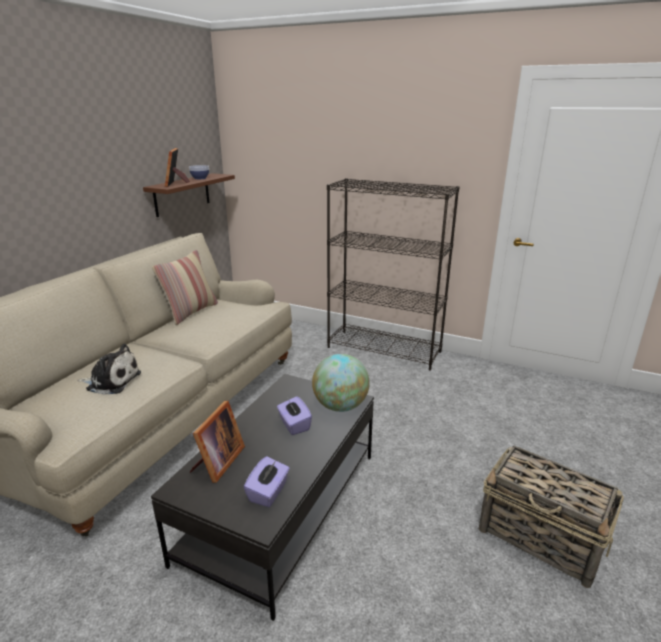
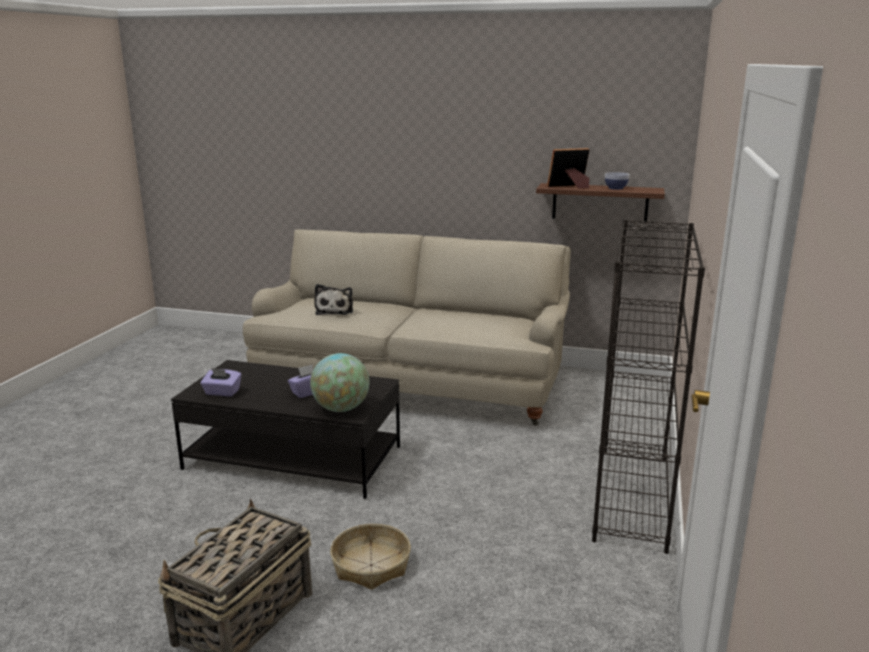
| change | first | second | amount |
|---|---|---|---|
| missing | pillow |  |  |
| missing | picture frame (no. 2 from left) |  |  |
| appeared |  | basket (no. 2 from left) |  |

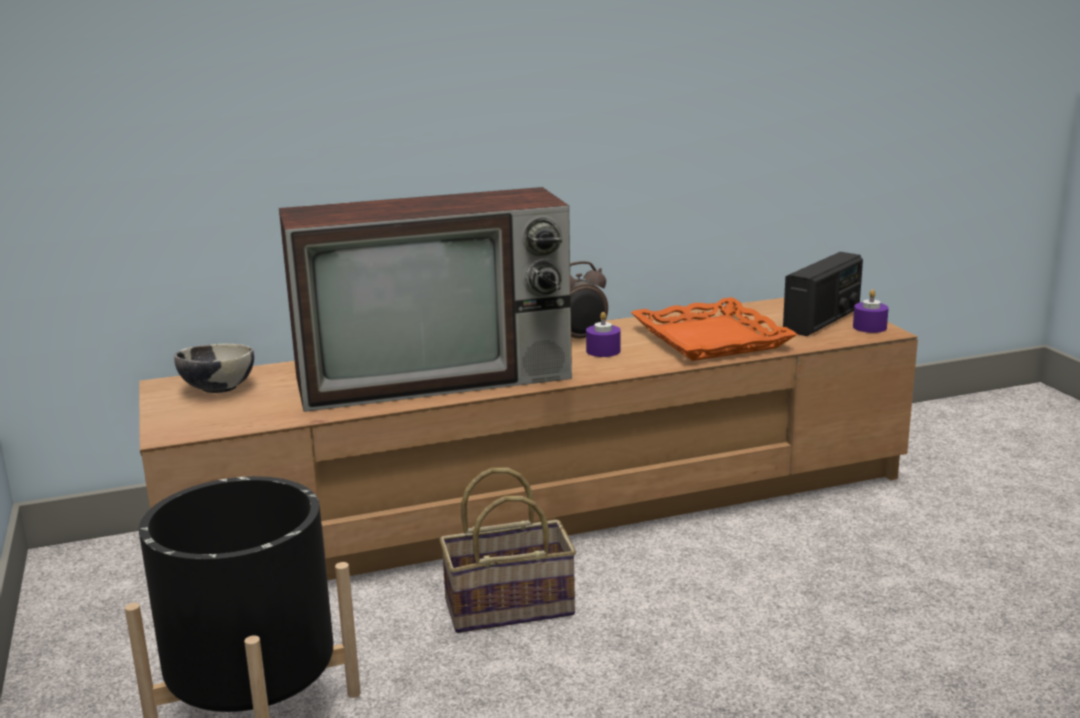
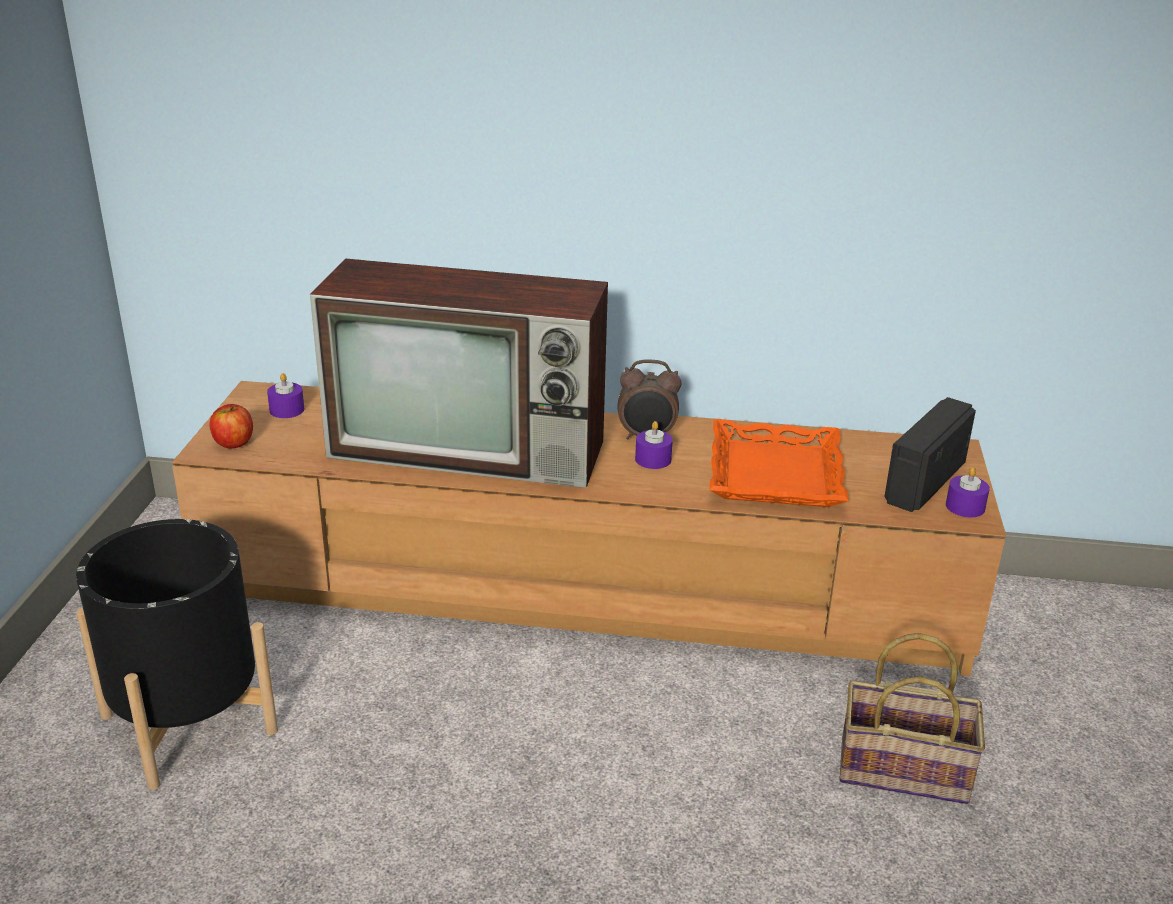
| change | first | second | amount |
|---|---|---|---|
| spun | radio |  | 150 degrees clockwise |
| exchanged | bowl | candle/purple (no. 1 from left) |  |
| relocated | basket |  |  |
| appeared |  | apple |  |

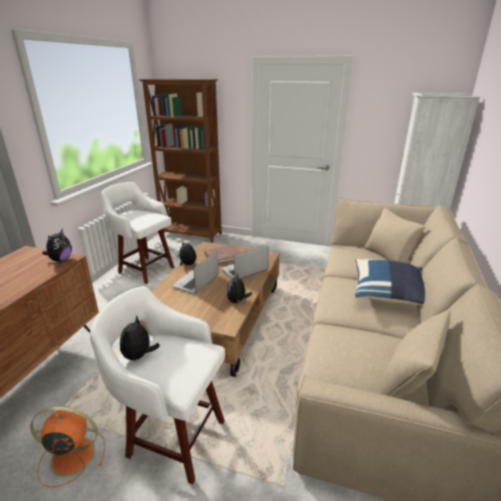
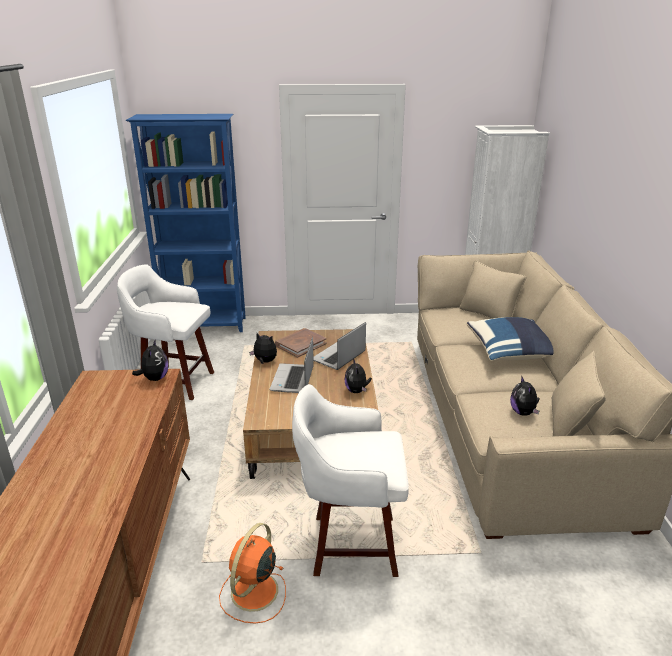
| change | first | second | amount |
|---|---|---|---|
| colour | bookcase/brown | bookcase/blue |  |
| relocated | plush toy (no. 2 from left in the first image) | plush toy (no. 4 from left) |  |
| spun | fan/orange |  | 45 degrees counterclockwise |

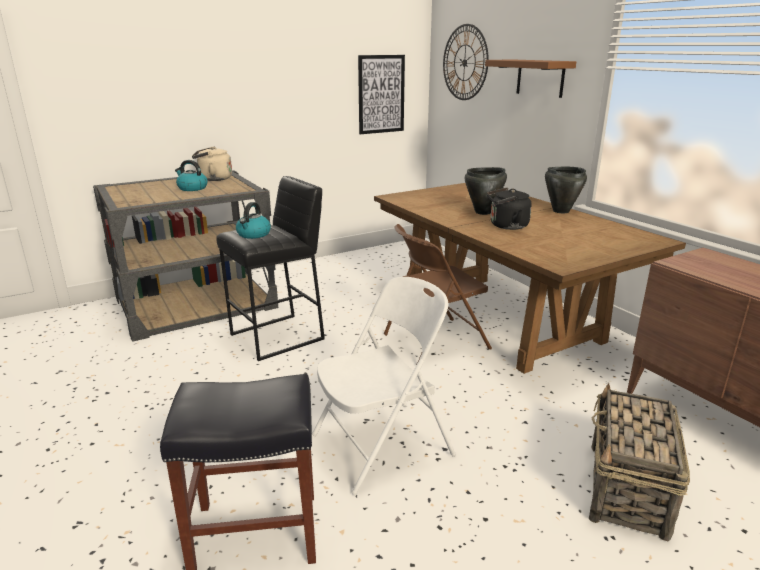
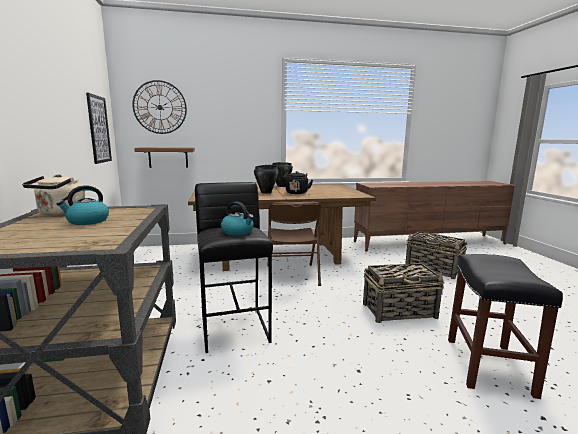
| change | first | second | amount |
|---|---|---|---|
| relocated | shelf/brown |  |  |
| exchanged | chair/white | basket (no. 1 from left) |  |

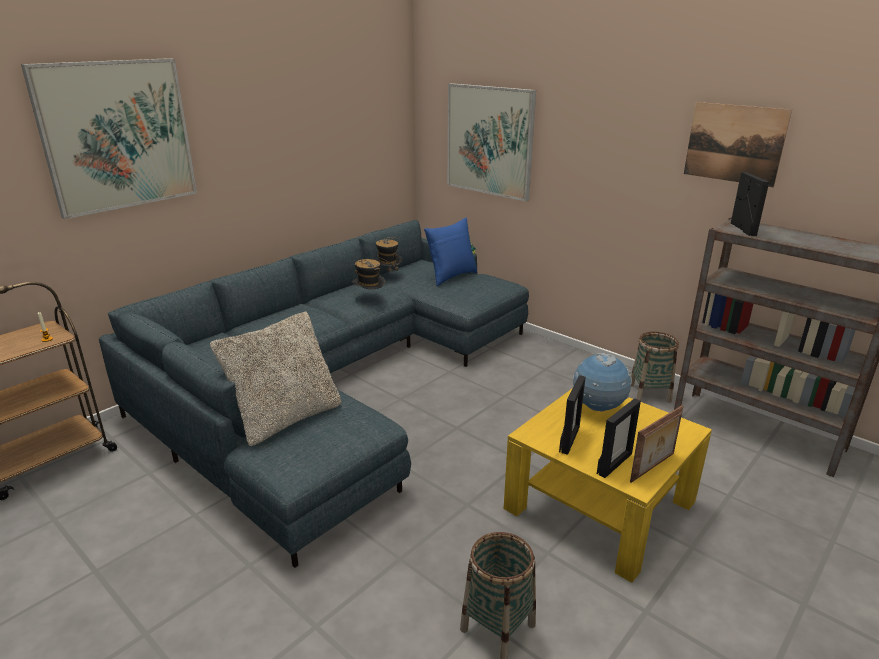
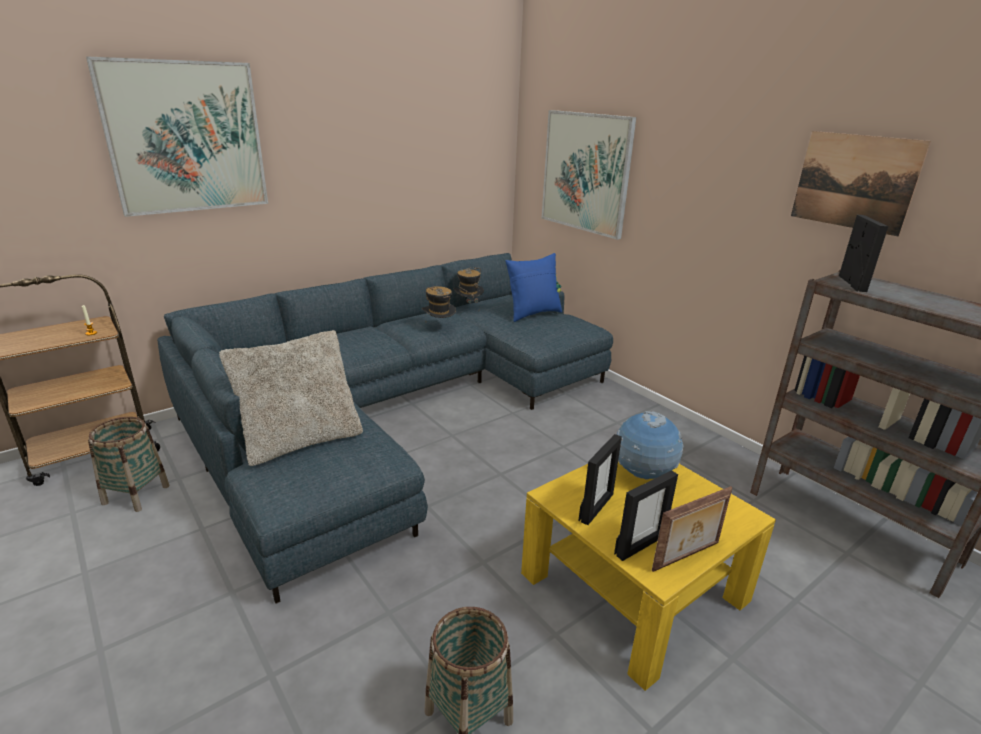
| change | first | second | amount |
|---|---|---|---|
| relocated | basket (no. 2 from left in the first image) | basket (no. 1 from left) |  |

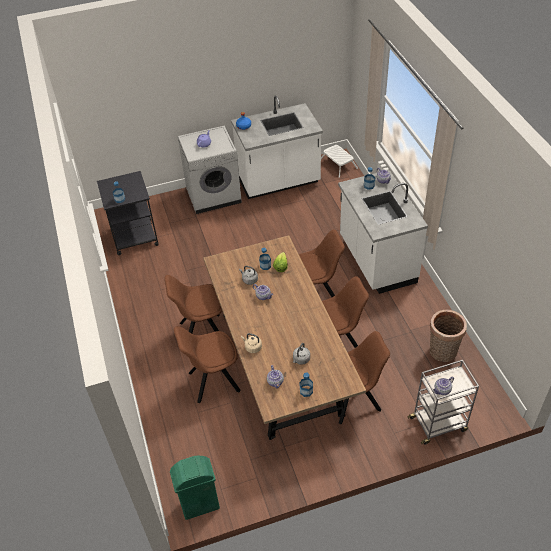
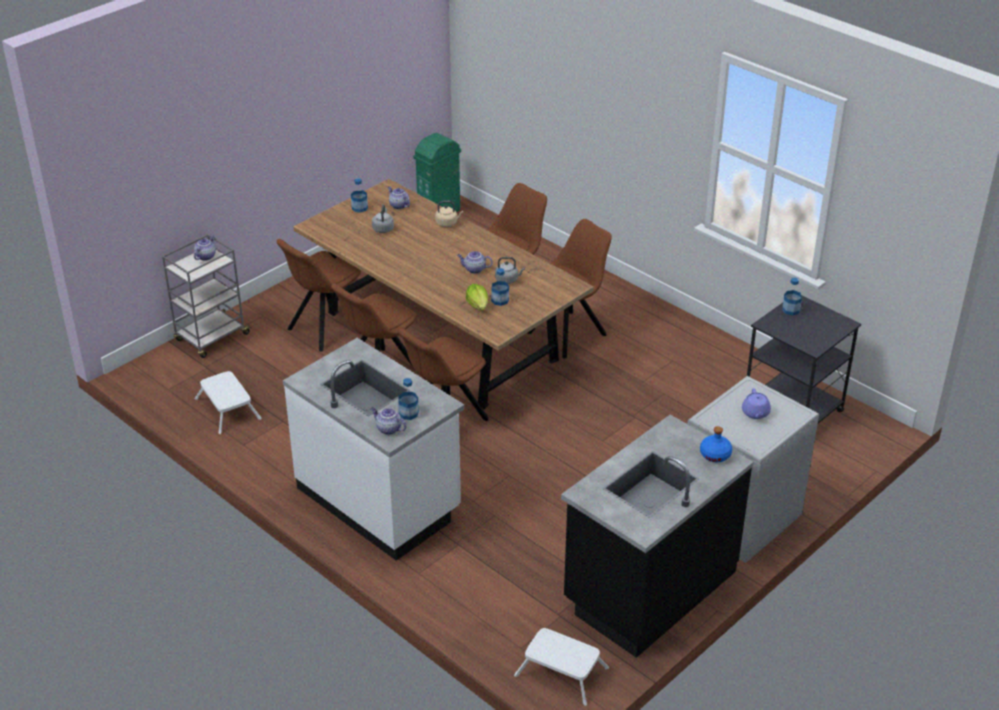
| change | first | second | amount |
|---|---|---|---|
| colour | counter/white (no. 1 from left) | counter/black |  |
| exchanged | basket | step ladder/white (no. 1 from left) |  |

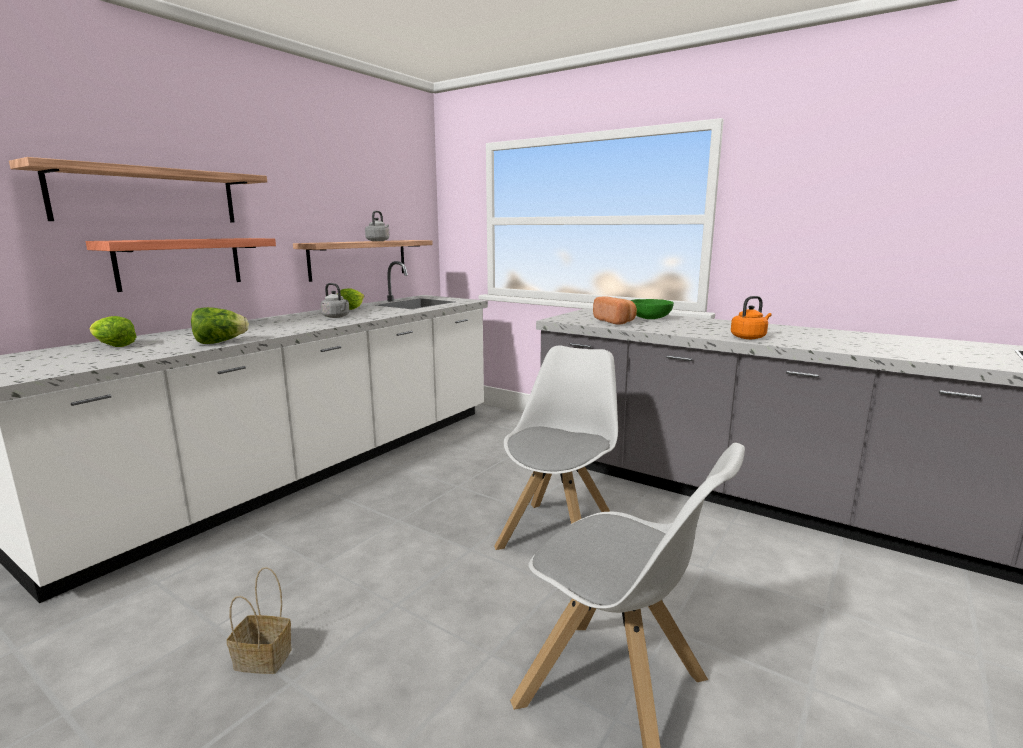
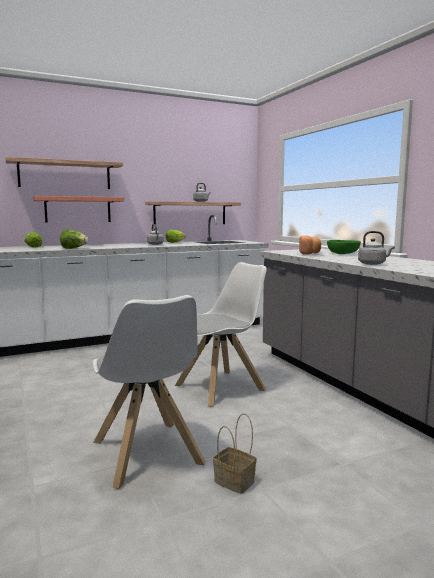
| change | first | second | amount |
|---|---|---|---|
| colour | kettle/orange | kettle/grey (no. 3 from left) |  |
| relocated | basket |  |  |

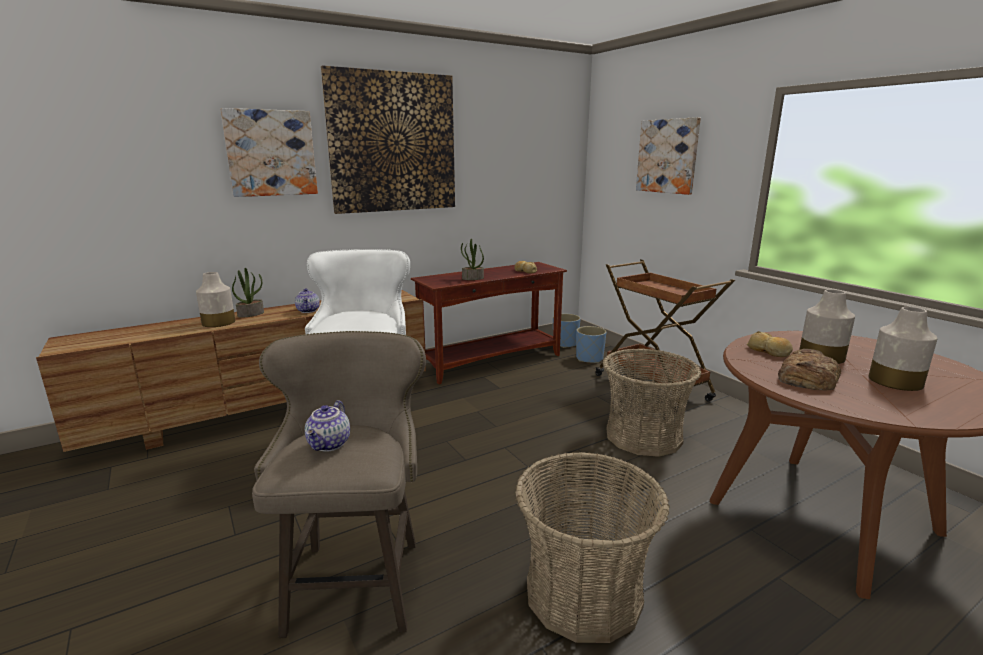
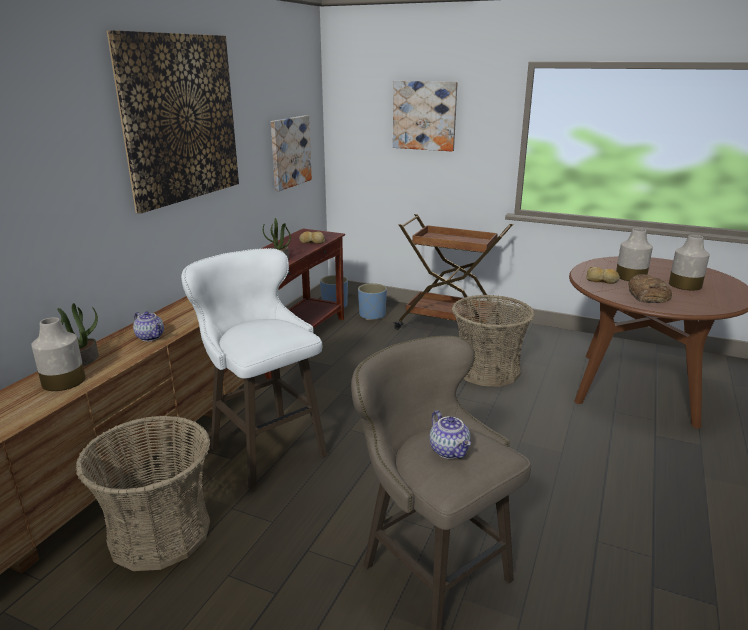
| change | first | second | amount |
|---|---|---|---|
| relocated | picture (no. 1 from left in the first image) | picture (no. 2 from left) |  |
| relocated | basket (no. 1 from left) |  |  |

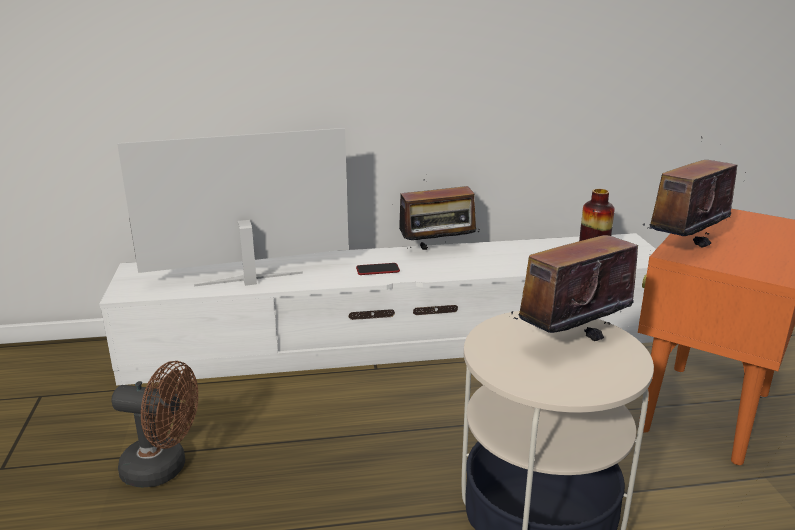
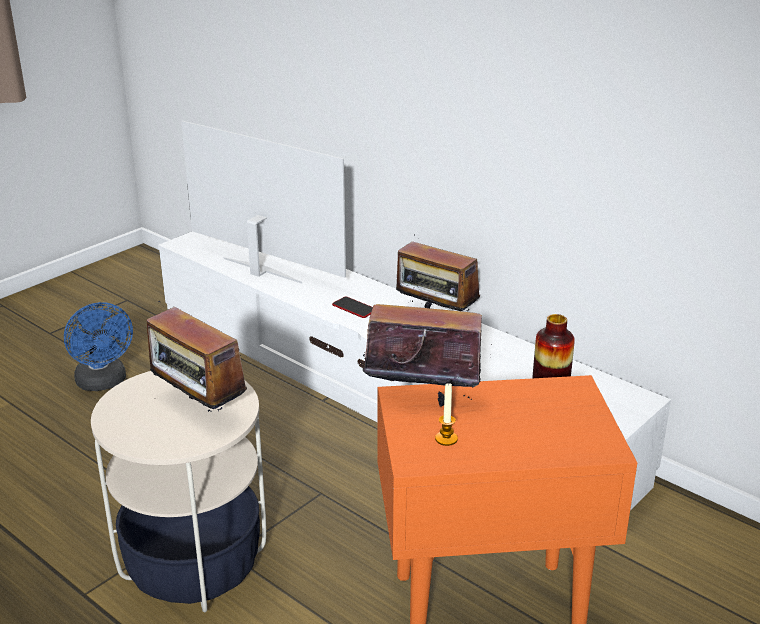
| change | first | second | amount |
|---|---|---|---|
| spun | radio (no. 2 from left in the first image) | radio (no. 1 from left) | 150 degrees counterclockwise |
| colour | fan/brown | fan/blue |  |
| appeared |  | candle |  |

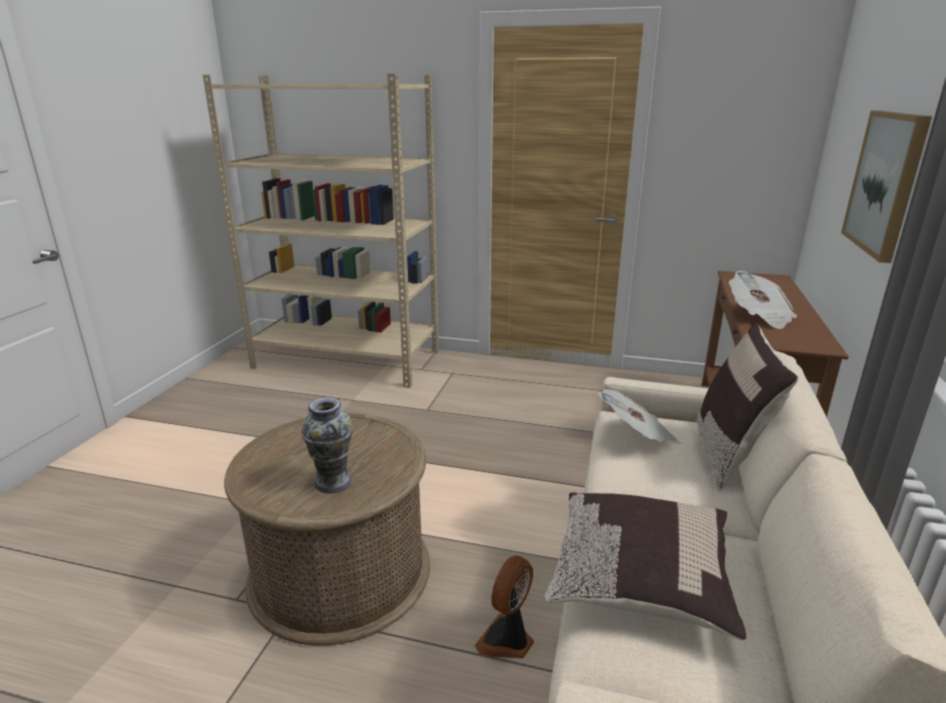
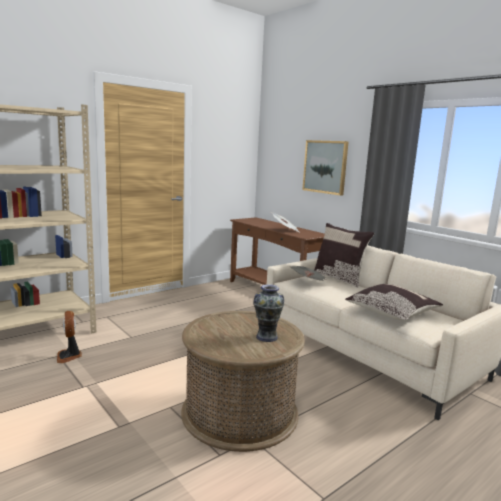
| change | first | second | amount |
|---|---|---|---|
| relocated | fan |  |  |

